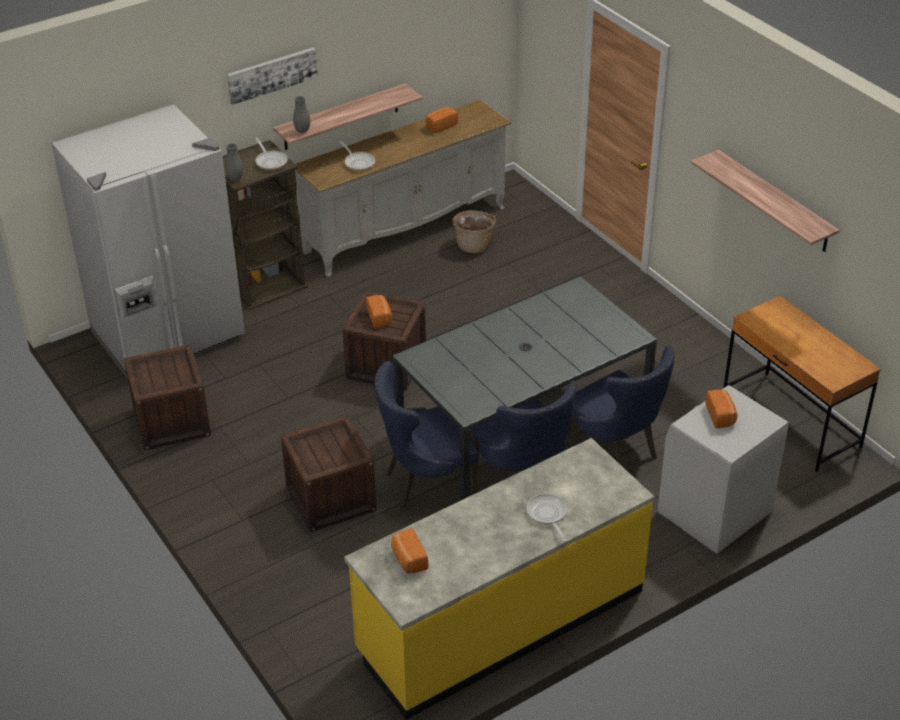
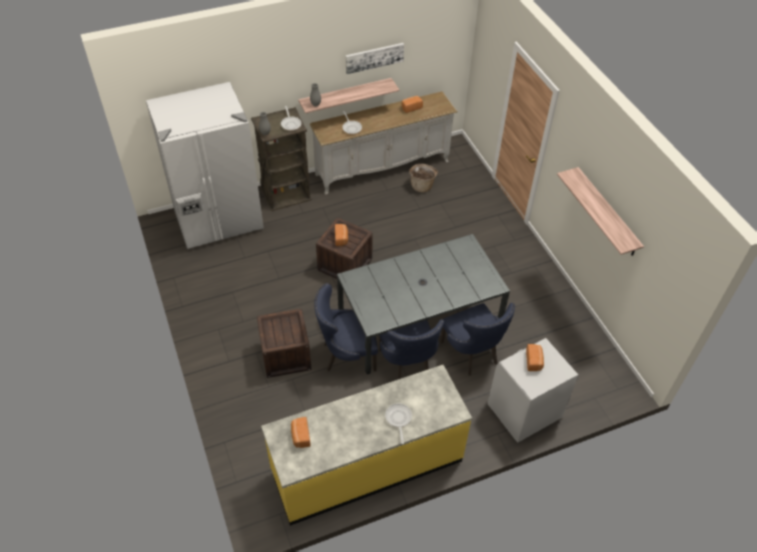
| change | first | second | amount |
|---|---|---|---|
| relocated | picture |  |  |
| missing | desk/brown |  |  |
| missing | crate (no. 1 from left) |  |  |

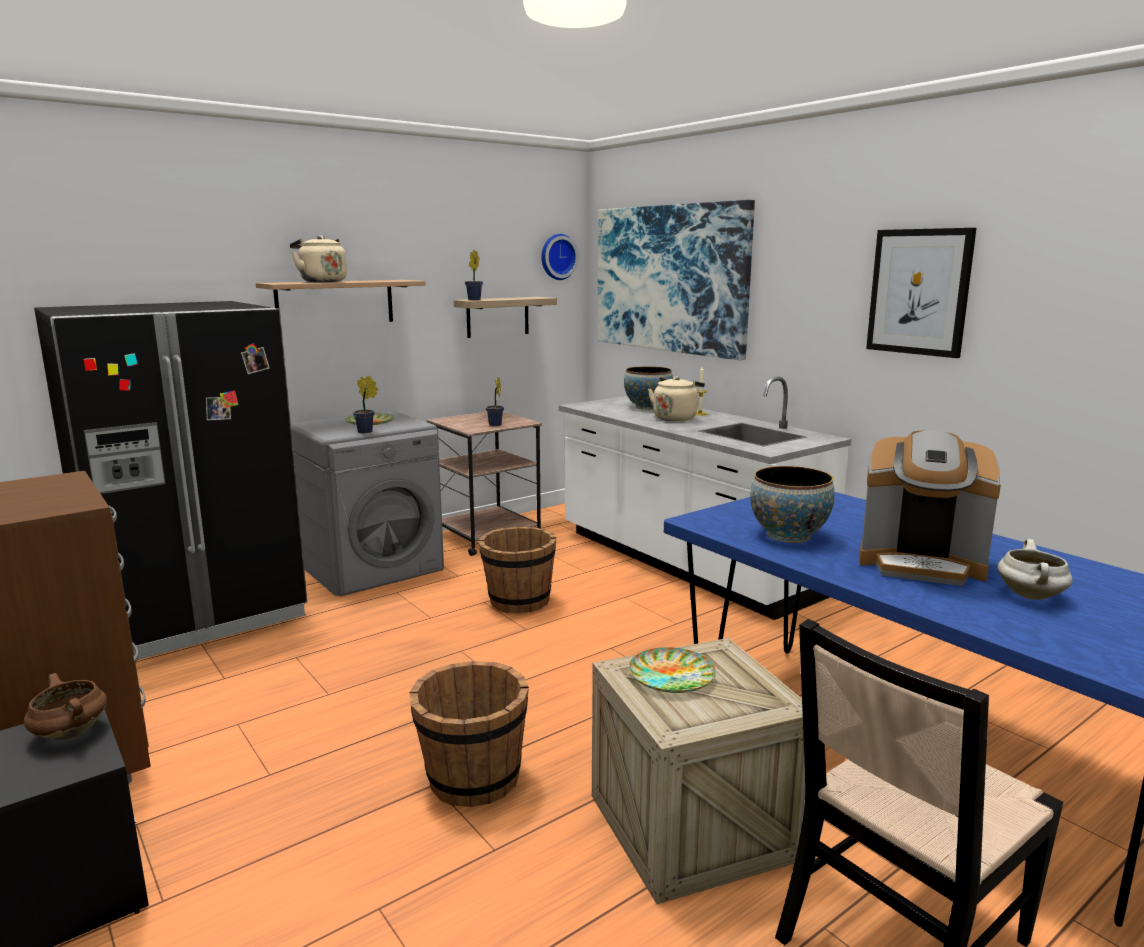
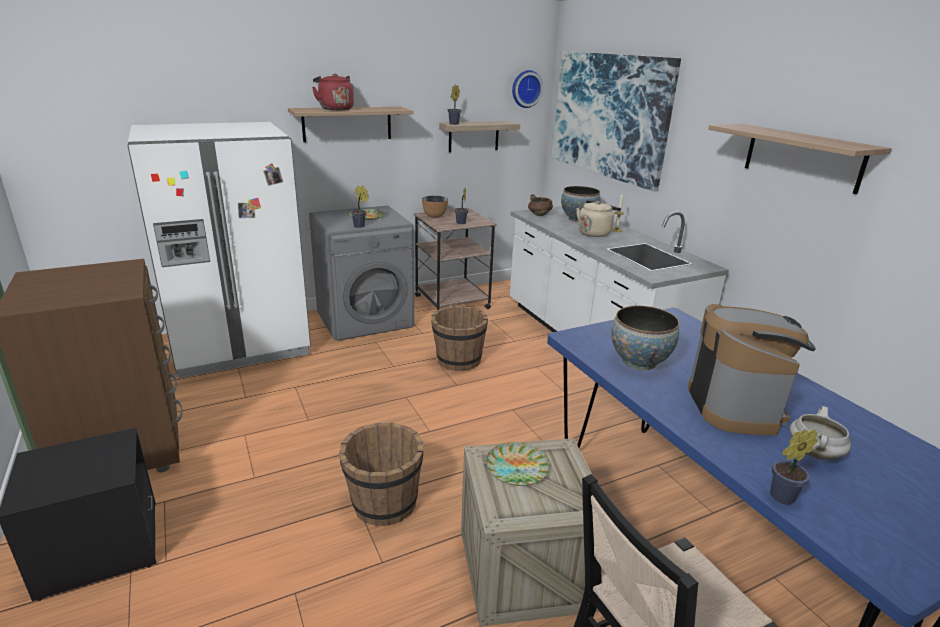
| change | first | second | amount |
|---|---|---|---|
| exchanged | picture (no. 2 from left) | shelf (no. 3 from left) |  |
| colour | kettle/beige (no. 1 from left) | kettle/red |  |
| colour | fridge/black | fridge/white |  |
| spun | coffee machine |  | 120 degrees counterclockwise |
| relocated | cooking pot/brown |  |  |
| appeared |  | bowl (no. 1 from left) |  |
| appeared |  | potted plant (no. 4 from left) |  |

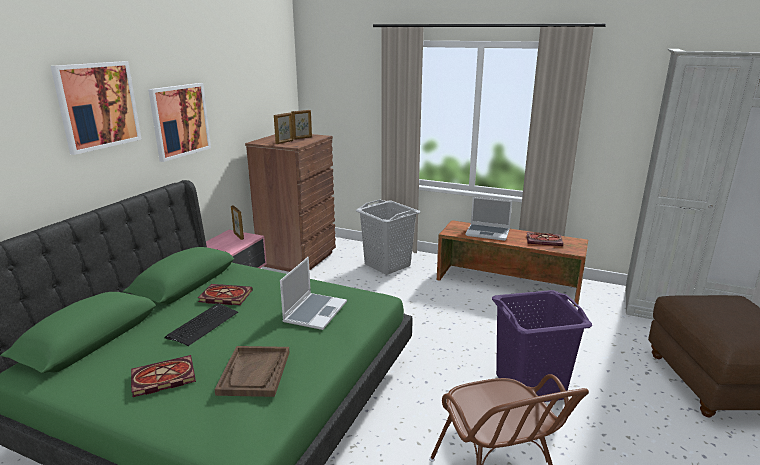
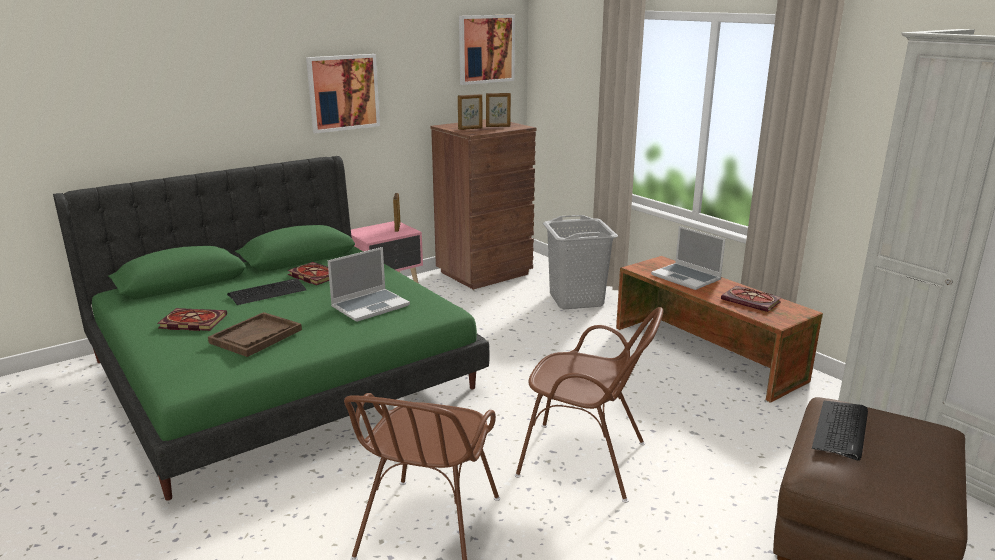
| change | first | second | amount |
|---|---|---|---|
| relocated | picture (no. 1 from left in the first image) | picture (no. 2 from left) |  |
| exchanged | laundry basket/purple | chair/brown (no. 2 from left) |  |
| appeared |  | keyboard (no. 2 from left) |  |

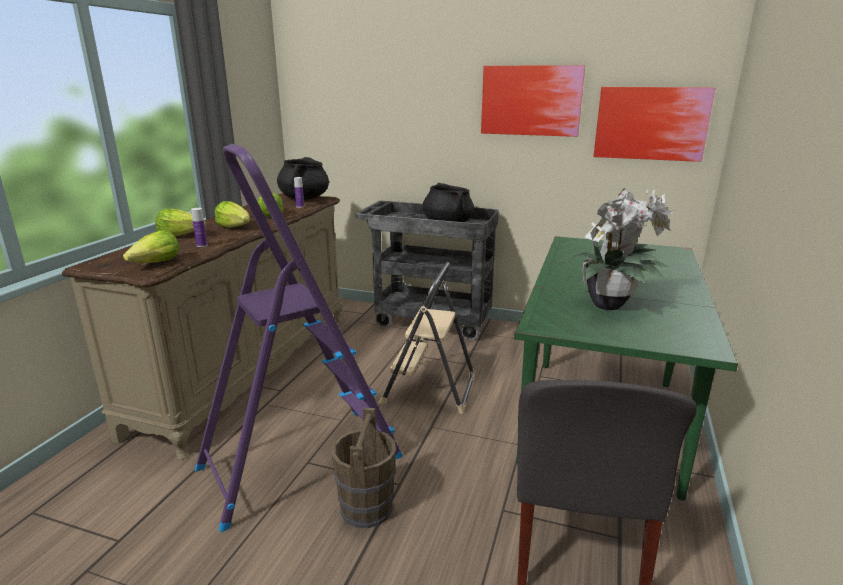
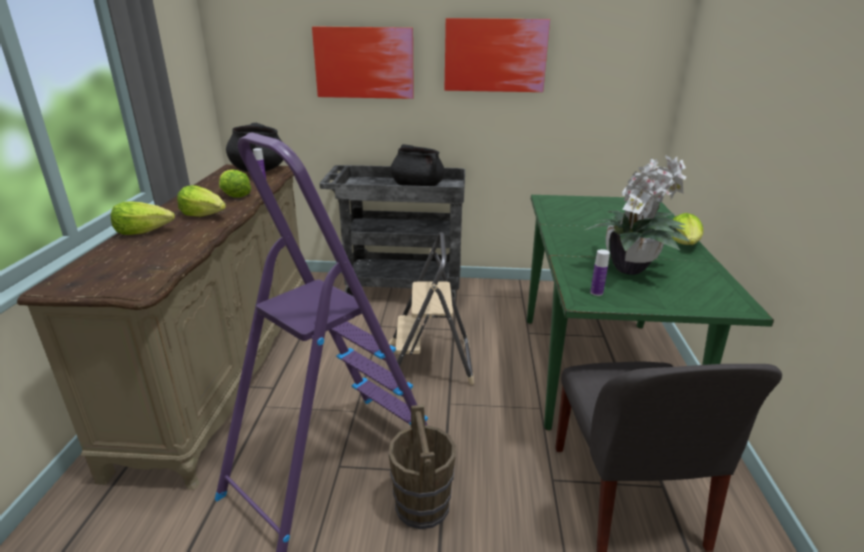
| change | first | second | amount |
|---|---|---|---|
| relocated | picture (no. 2 from left in the first image) | picture (no. 1 from left) |  |
| relocated | bottle (no. 1 from left in the first image) | bottle (no. 2 from left) |  |
| relocated | lettuce (no. 1 from left in the first image) | lettuce (no. 4 from left) |  |

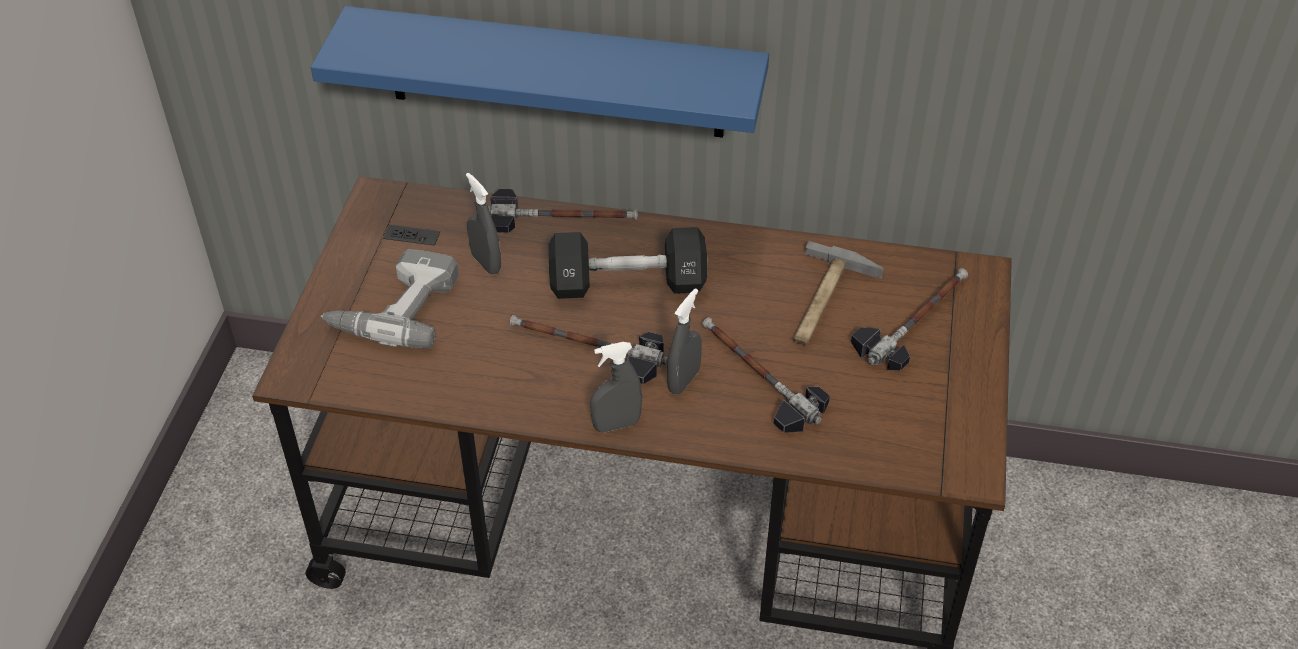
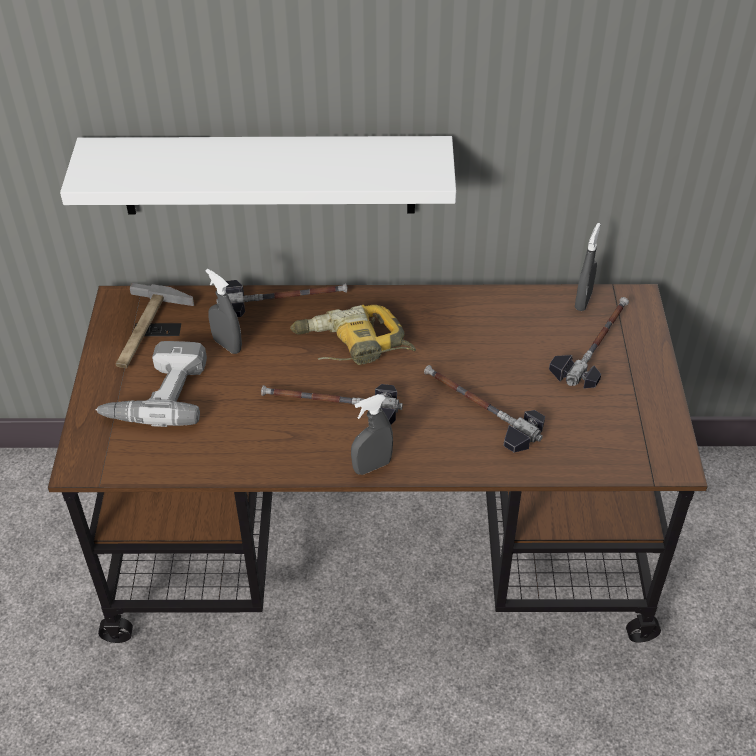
| change | first | second | amount |
|---|---|---|---|
| colour | shelf/blue | shelf/white |  |
| exchanged | dumbbell/black | power drill (no. 2 from left) |  |
| relocated | hammer (no. 4 from left in the first image) | hammer (no. 1 from left) |  |
| relocated | spray bottle/grey (no. 3 from left) |  |  |

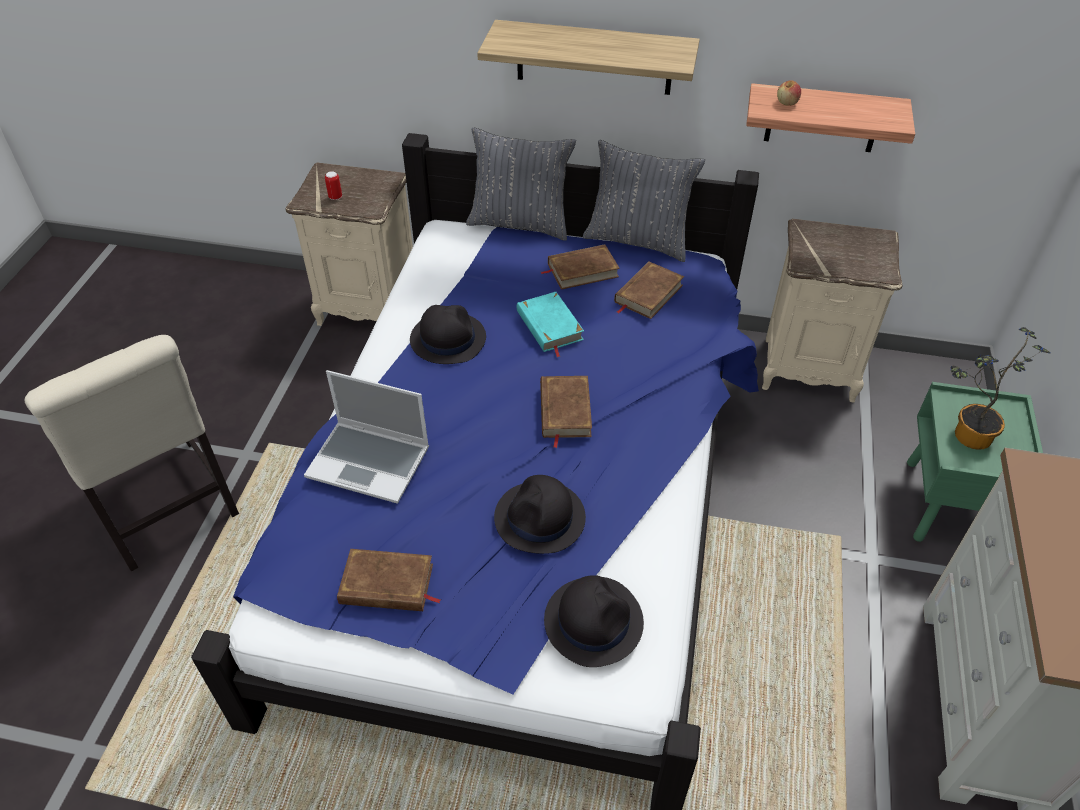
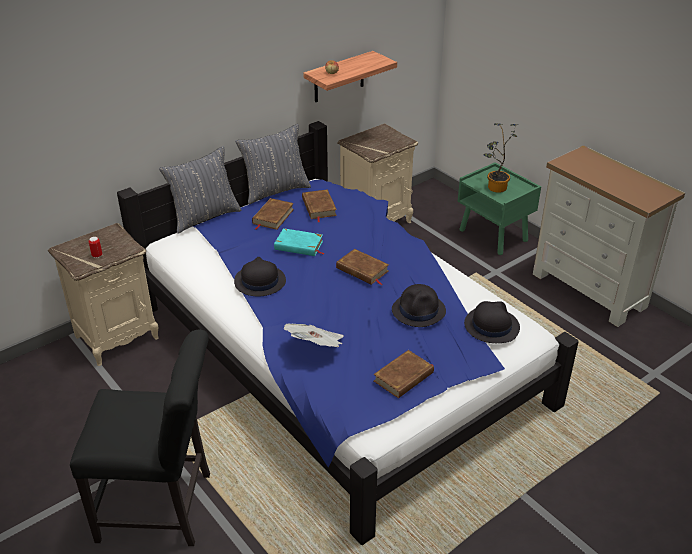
| change | first | second | amount |
|---|---|---|---|
| missing | shelf (no. 1 from left) |  |  |
| colour | chair/beige | chair/black |  |
| exchanged | laptop | newspaper |  |

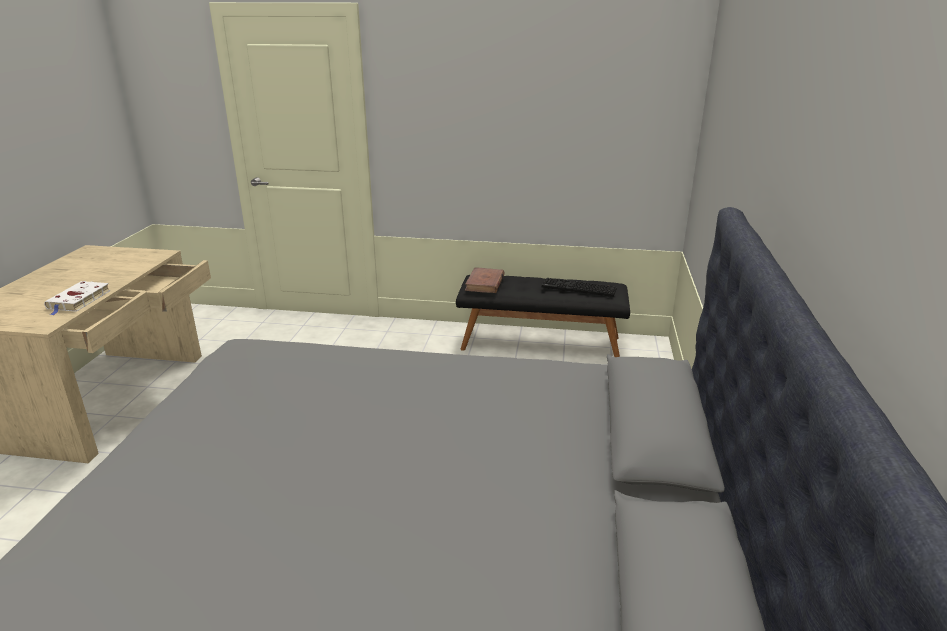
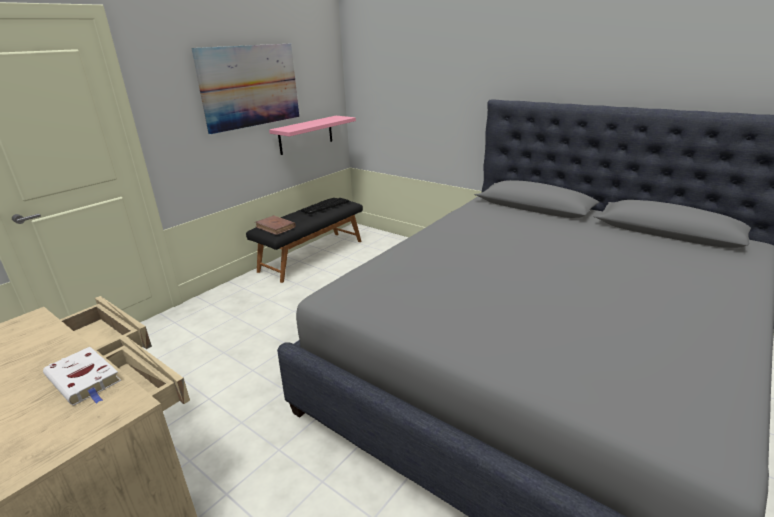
| change | first | second | amount |
|---|---|---|---|
| appeared |  | picture |  |
| appeared |  | shelf/pink |  |

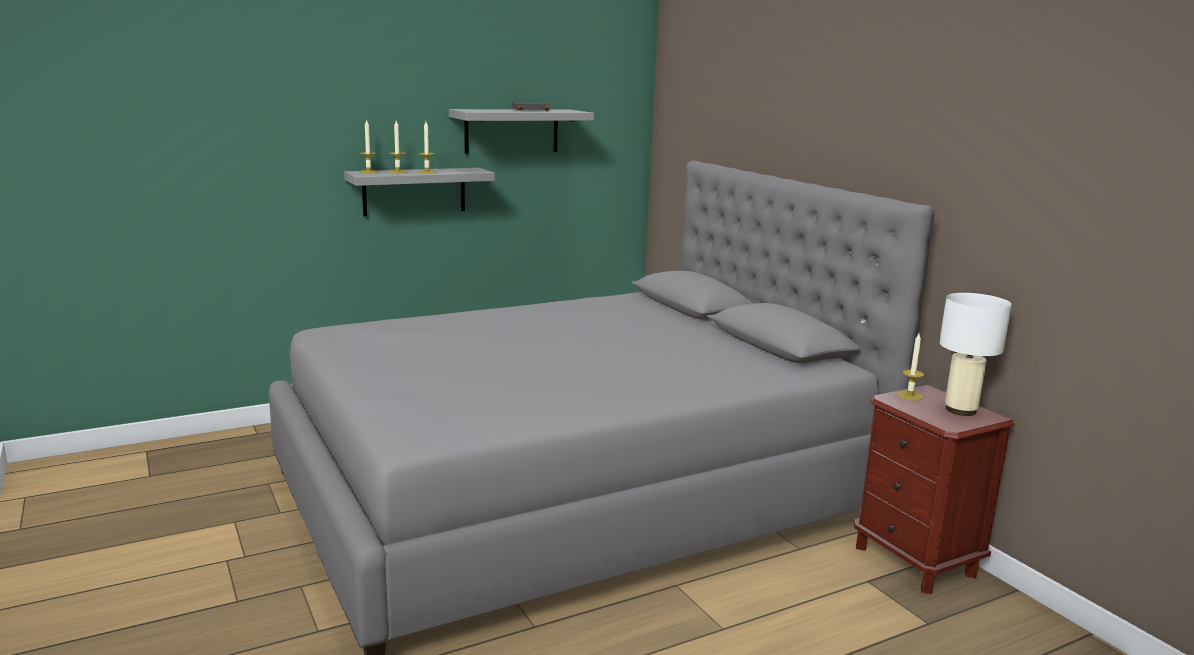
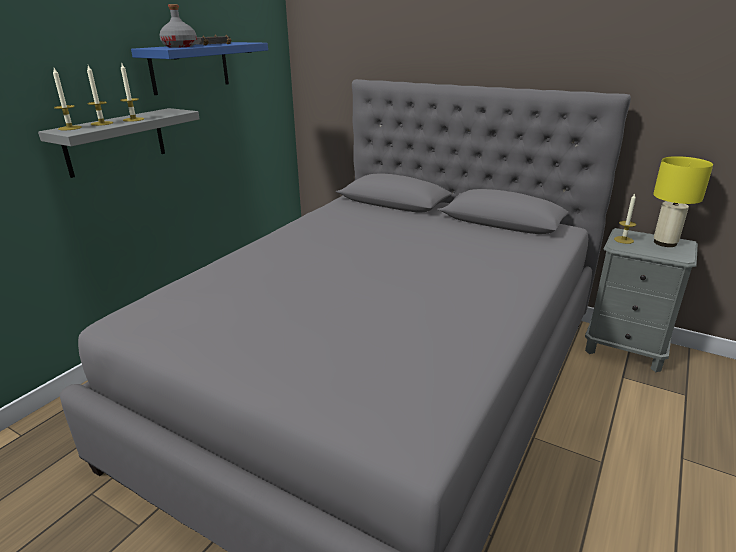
| change | first | second | amount |
|---|---|---|---|
| colour | shelf/grey (no. 2 from left) | shelf/blue |  |
| colour | table lamp/white | table lamp/yellow |  |
| colour | nightstand/brown | nightstand/grey |  |
| appeared |  | bottle/grey |  |

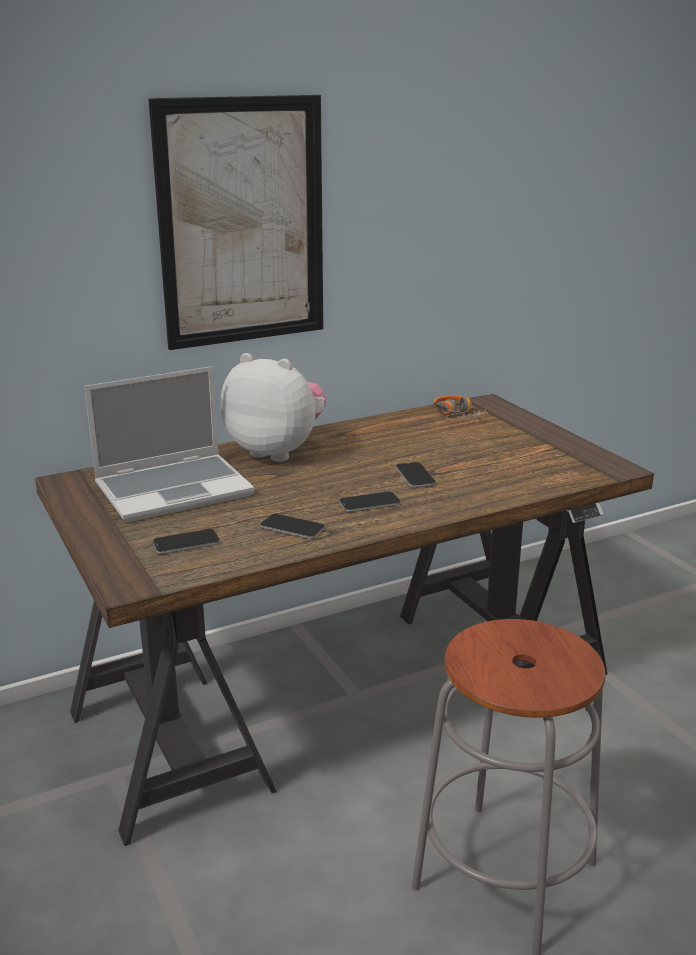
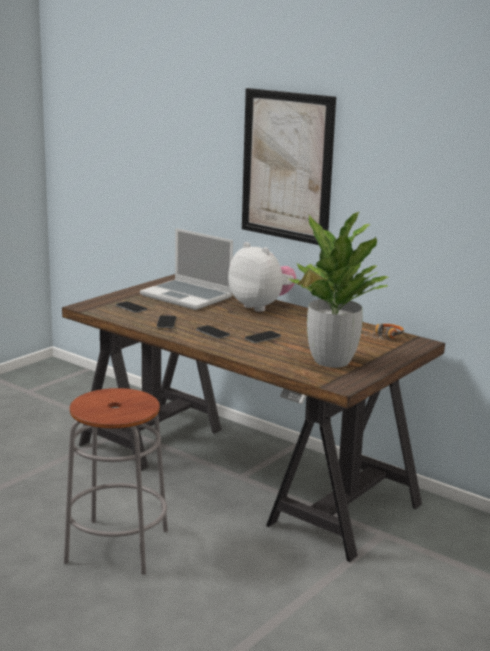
| change | first | second | amount |
|---|---|---|---|
| spun | plush toy |  | 45 degrees counterclockwise |
| appeared |  | potted plant |  |

